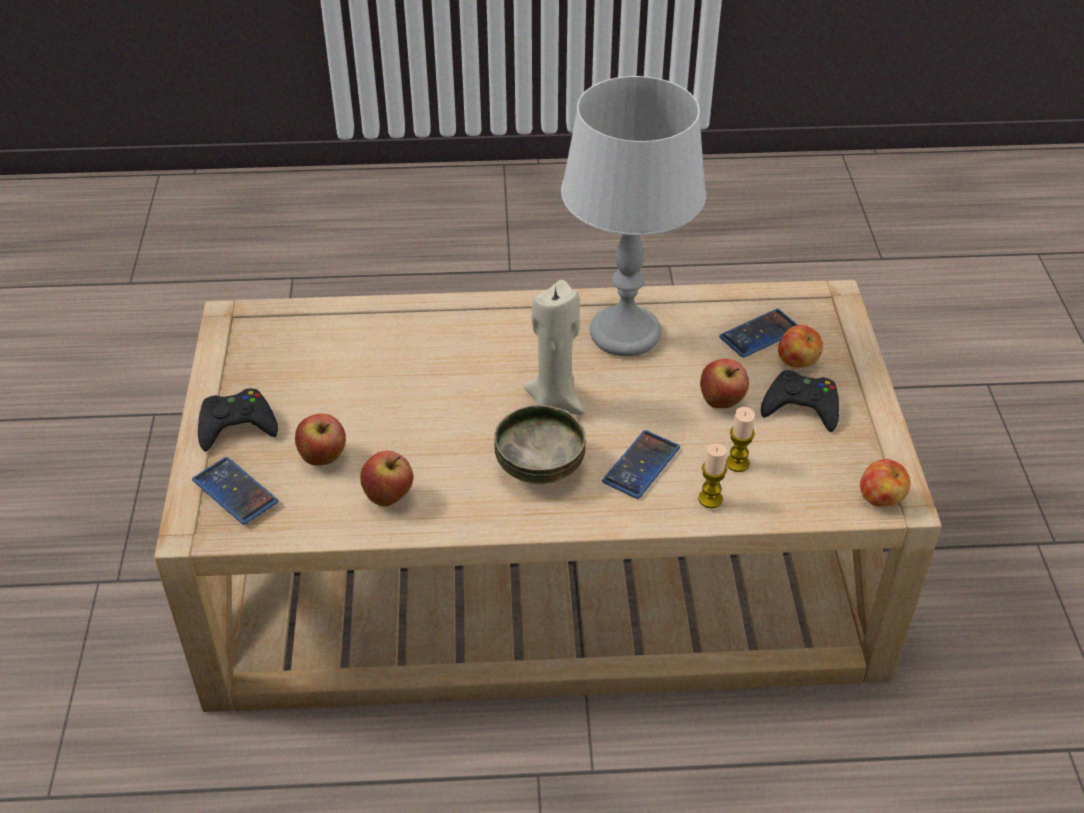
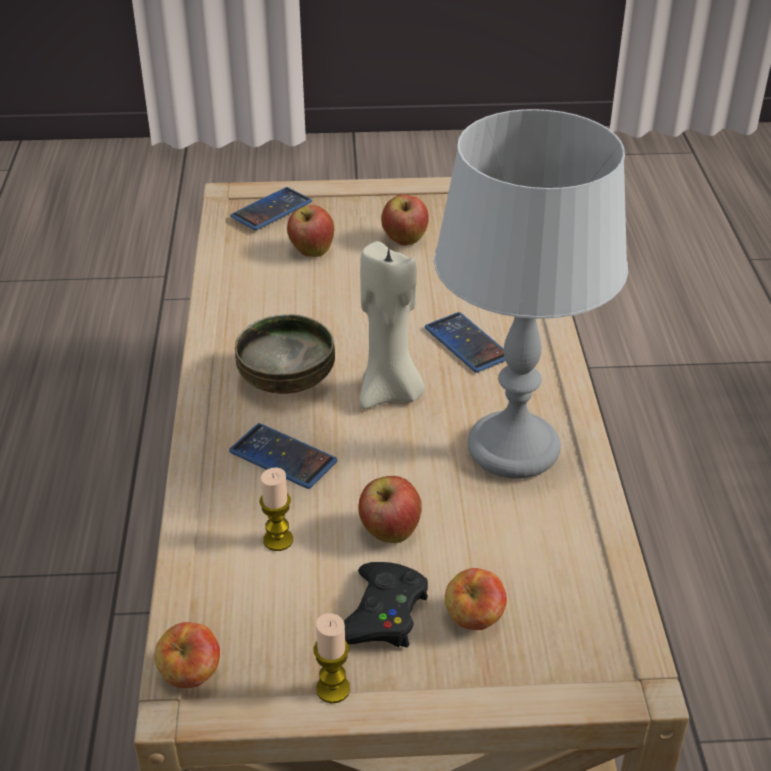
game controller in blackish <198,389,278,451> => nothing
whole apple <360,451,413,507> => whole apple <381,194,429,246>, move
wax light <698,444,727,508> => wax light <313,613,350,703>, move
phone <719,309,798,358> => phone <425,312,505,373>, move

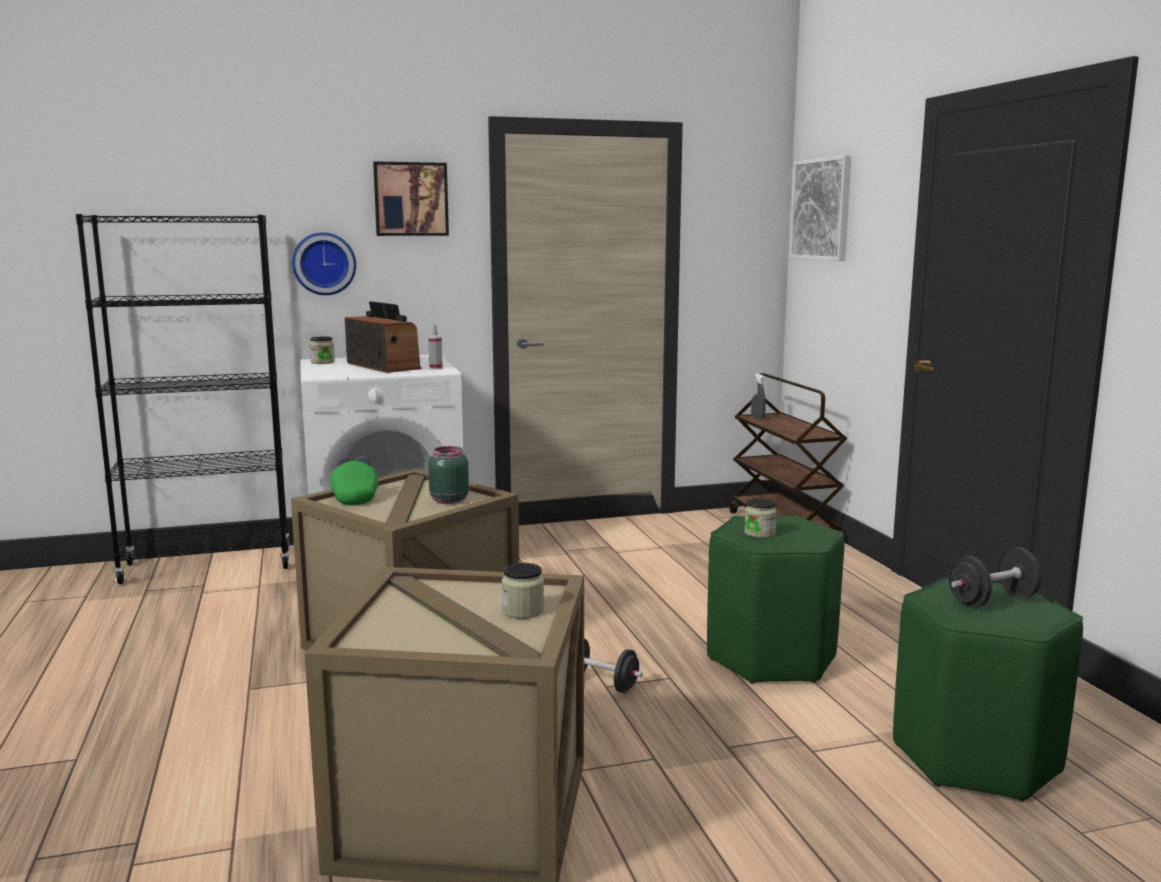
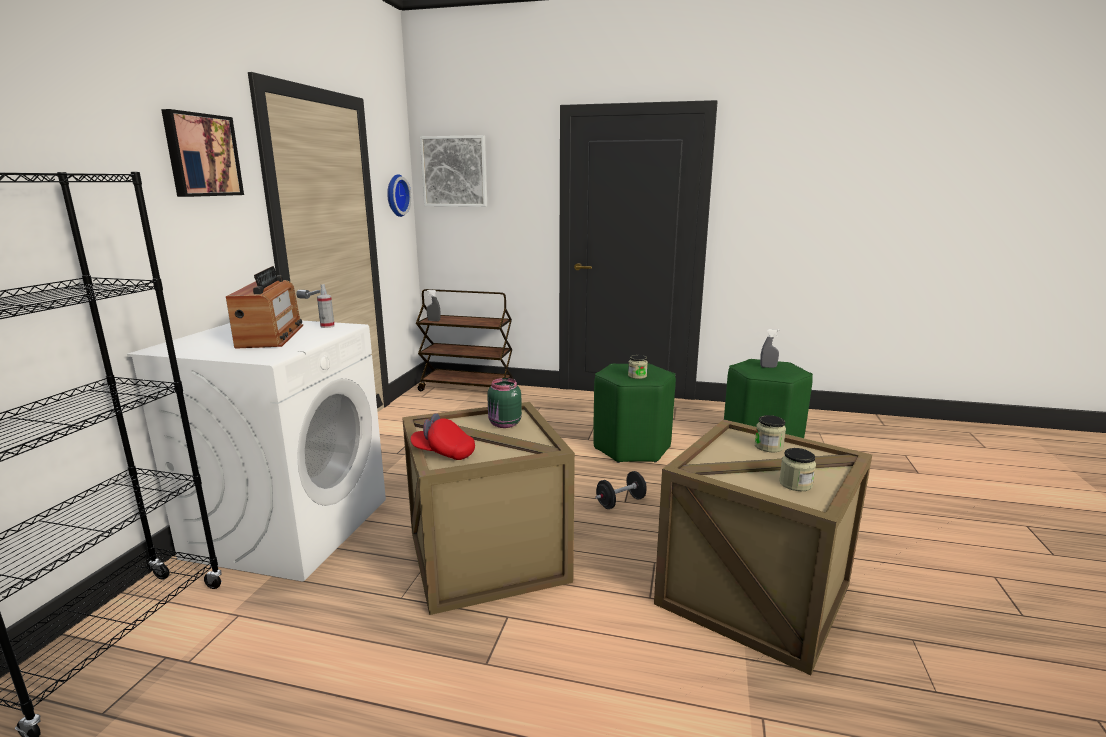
wall clock <292,232,356,295> => wall clock <387,174,412,217>, move
preserve jar <310,337,335,364> => preserve jar <779,448,816,491>, move
hand weight in blackish <948,547,1042,608> => hand sprayer in greyish <760,329,780,368>
cap in green <330,456,378,505> => cap in red <410,413,475,460>
radio receiver <345,301,422,373> => radio receiver <226,266,303,349>, 90 degrees clockwise

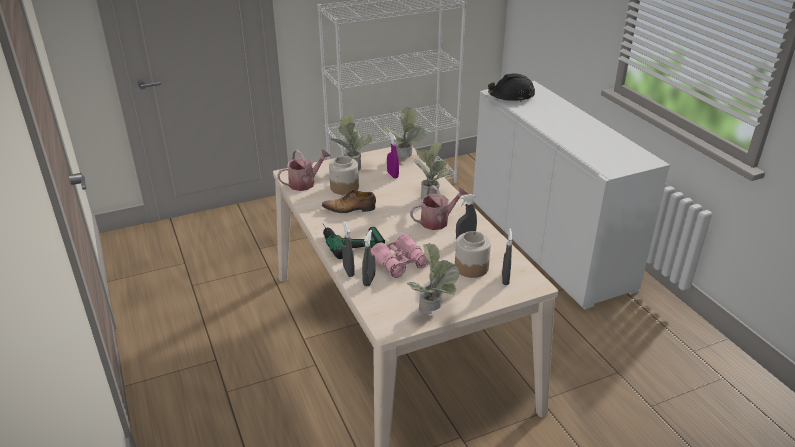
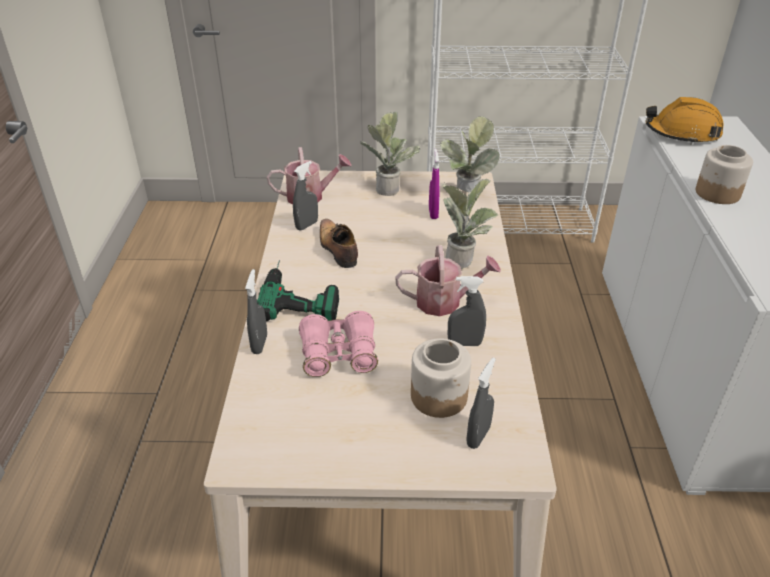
potted plant <407,243,460,315> => nothing
preserve jar <329,156,359,195> => preserve jar <696,145,753,204>, move
hand sprayer in greyish <362,230,375,287> => hand sprayer in greyish <293,161,318,231>, move
safety helmet in blackish <488,73,535,102> => safety helmet in orange <645,97,723,145>
low shoe <322,190,376,213> => low shoe <320,219,358,268>, 45 degrees clockwise

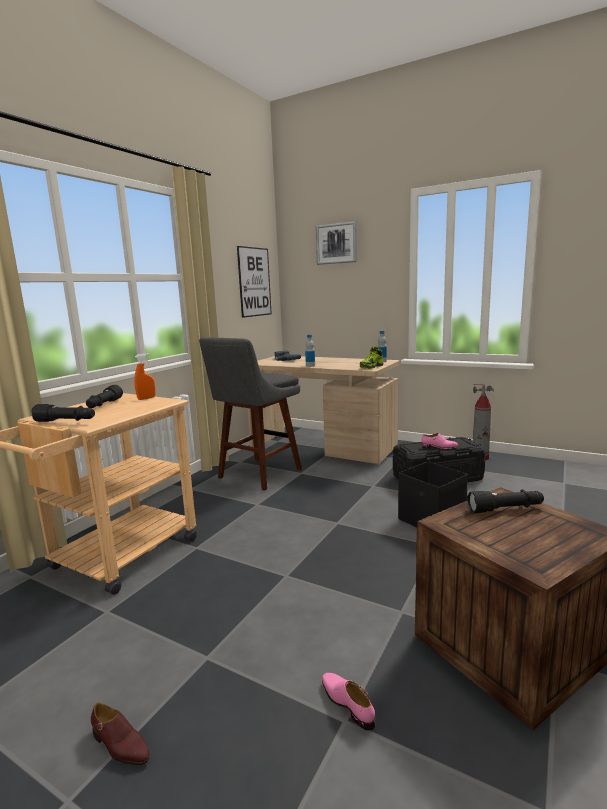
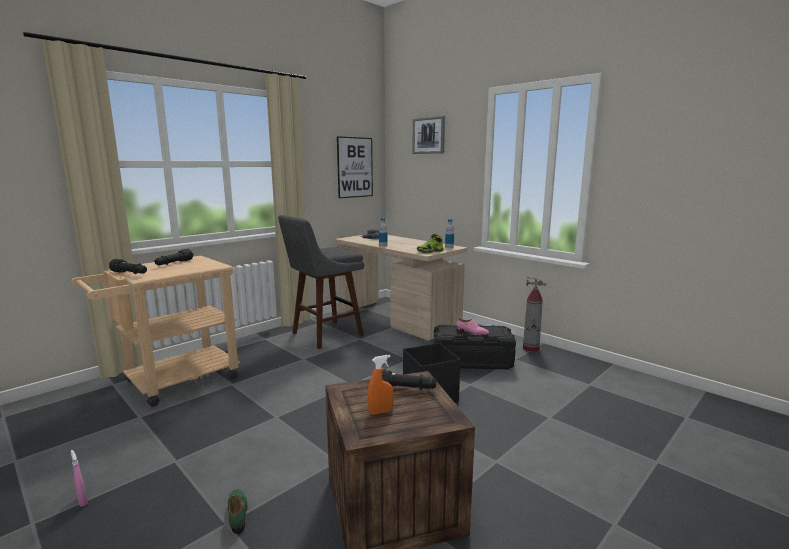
hand sprayer in orange <134,353,156,400> => hand sprayer in orange <368,355,394,415>, move
low shoe in brown-coloured <91,703,150,765> => hand sprayer in pinkish <71,450,88,507>
low shoe in pinkish <322,673,375,730> => low shoe in green <228,489,248,534>

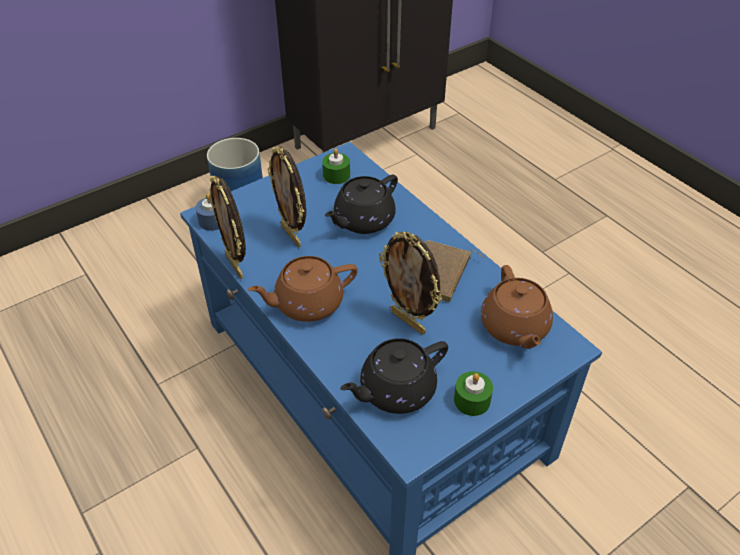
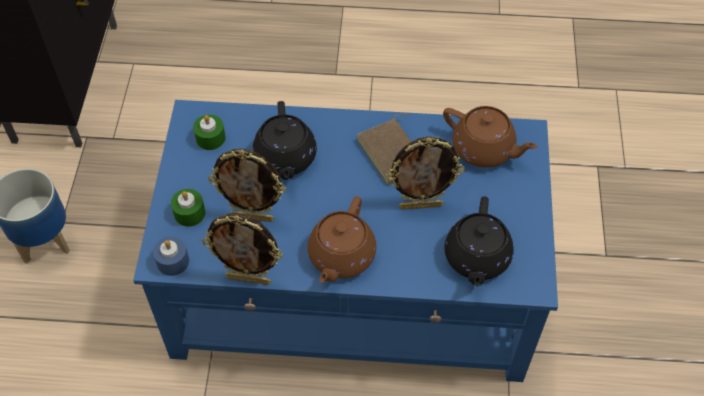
wax light in green <454,371,493,416> => wax light in green <171,189,205,227>, move

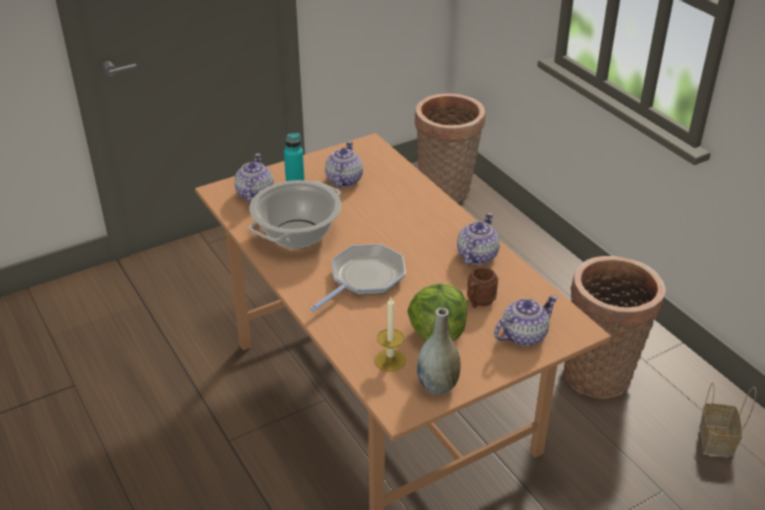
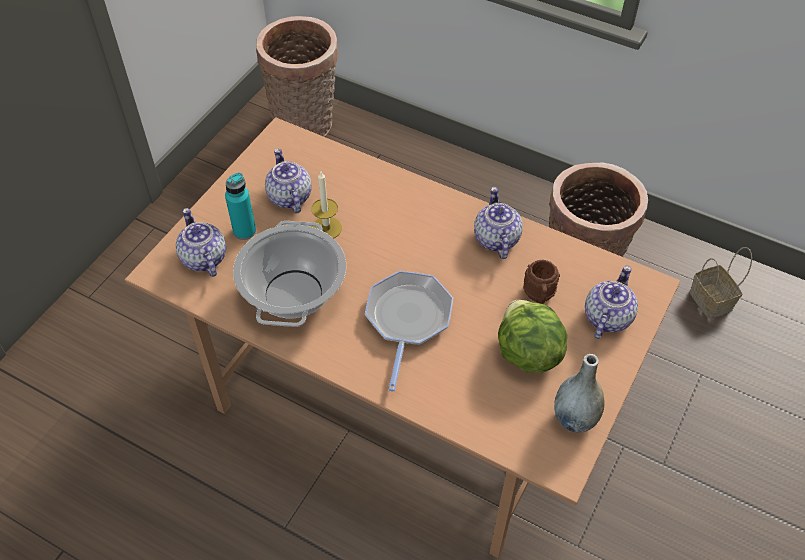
wax light <375,297,406,372> => wax light <311,172,342,238>, move

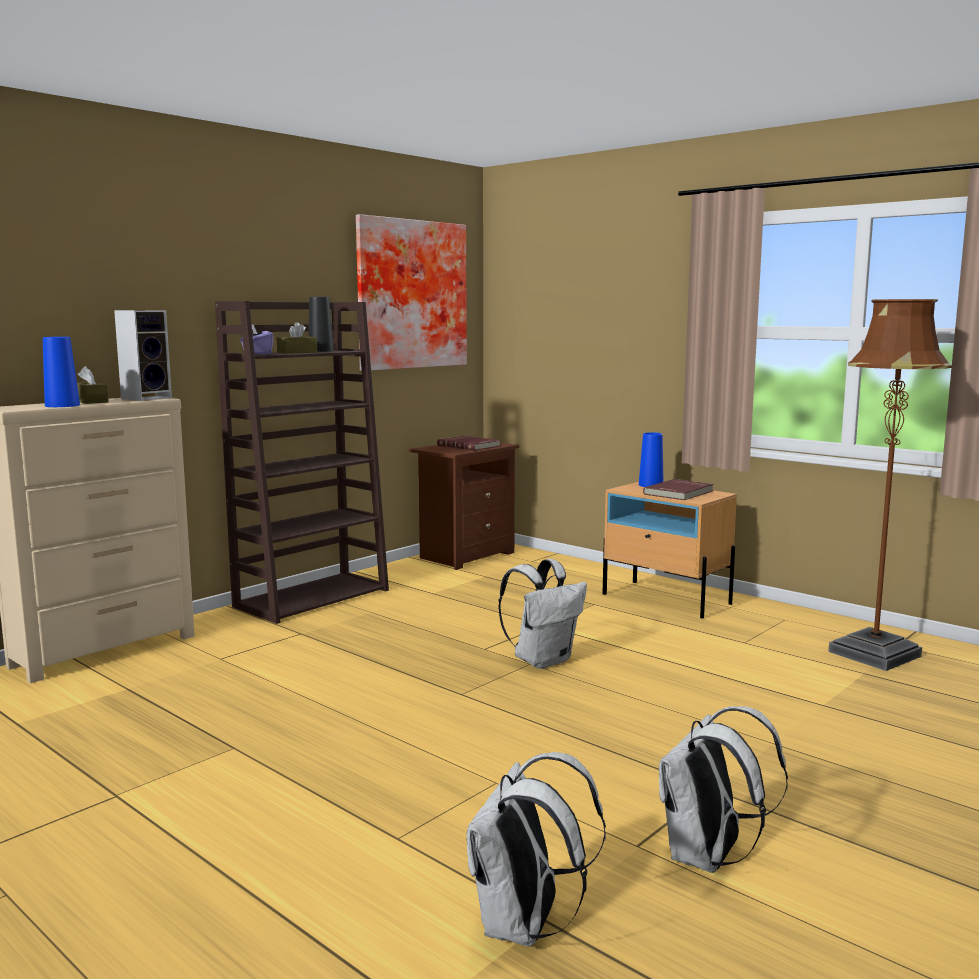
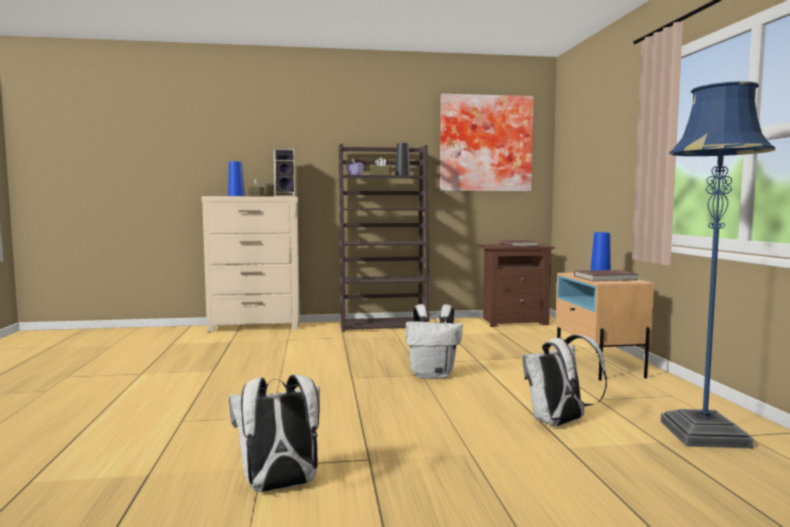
backpack in whitish <466,752,606,946> => backpack in whitish <522,335,607,427>, move
floor lamp in brown-coloured <828,299,952,671> => floor lamp in bluish <661,81,775,448>

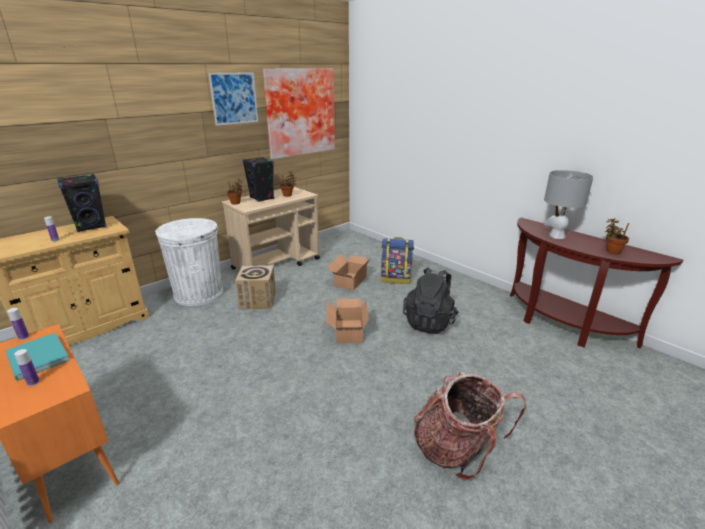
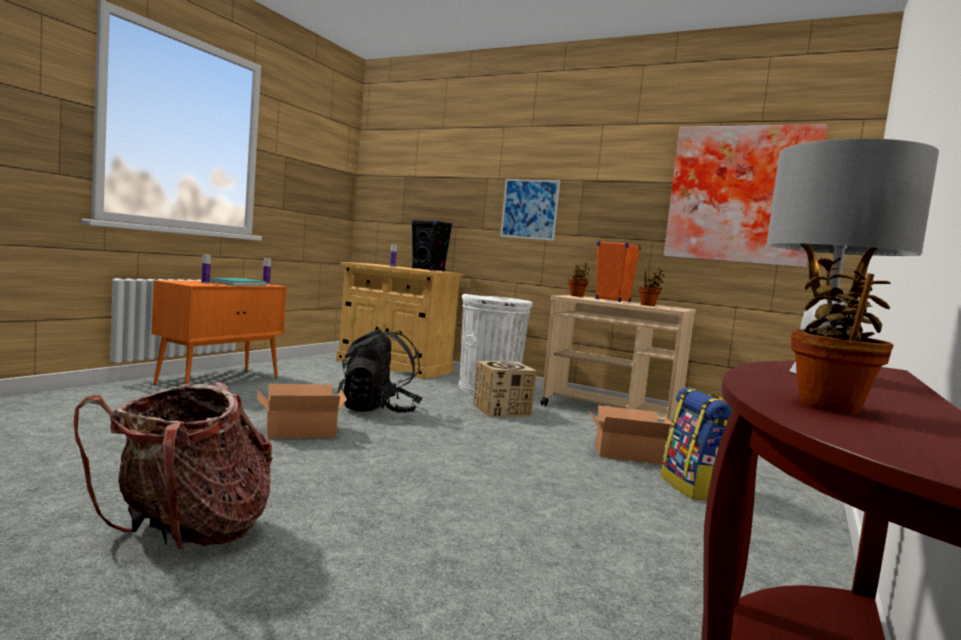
wall art <209,72,258,126> => wall art <500,179,560,241>, move
cardboard box <326,298,369,343> => cardboard box <258,384,347,439>, move
backpack in blackish <403,267,458,334> => backpack in blackish <338,329,423,413>, move
speaker in blackish <242,157,274,202> => speaker in orange <595,241,641,302>

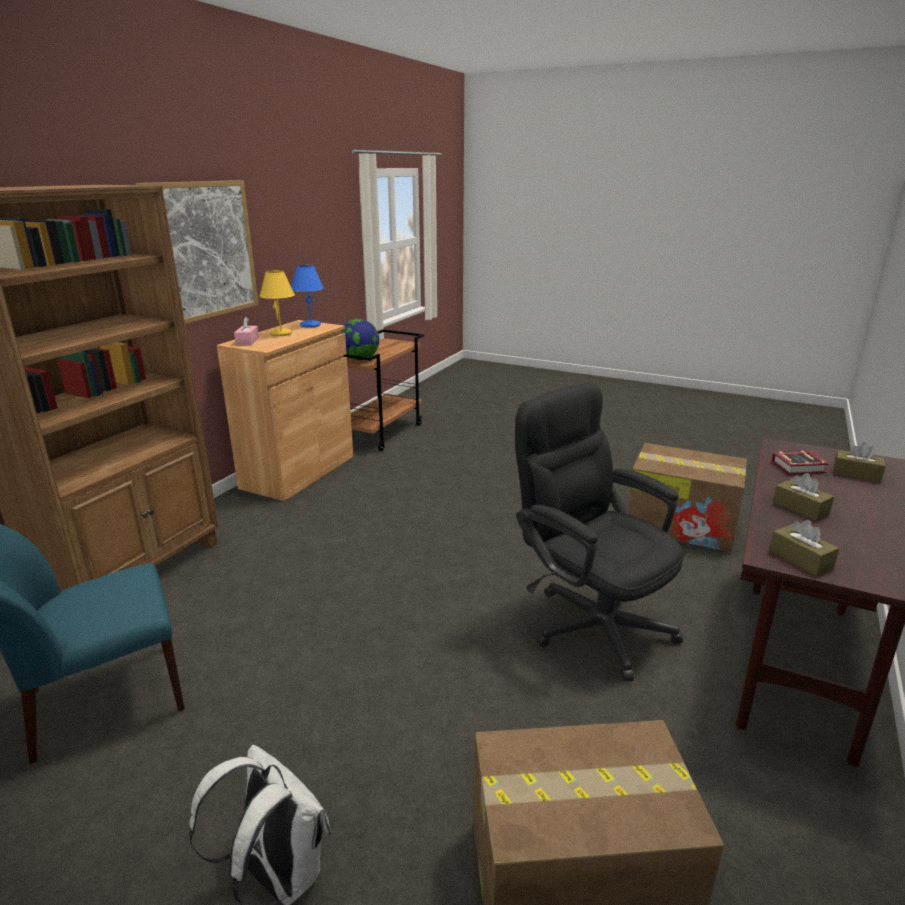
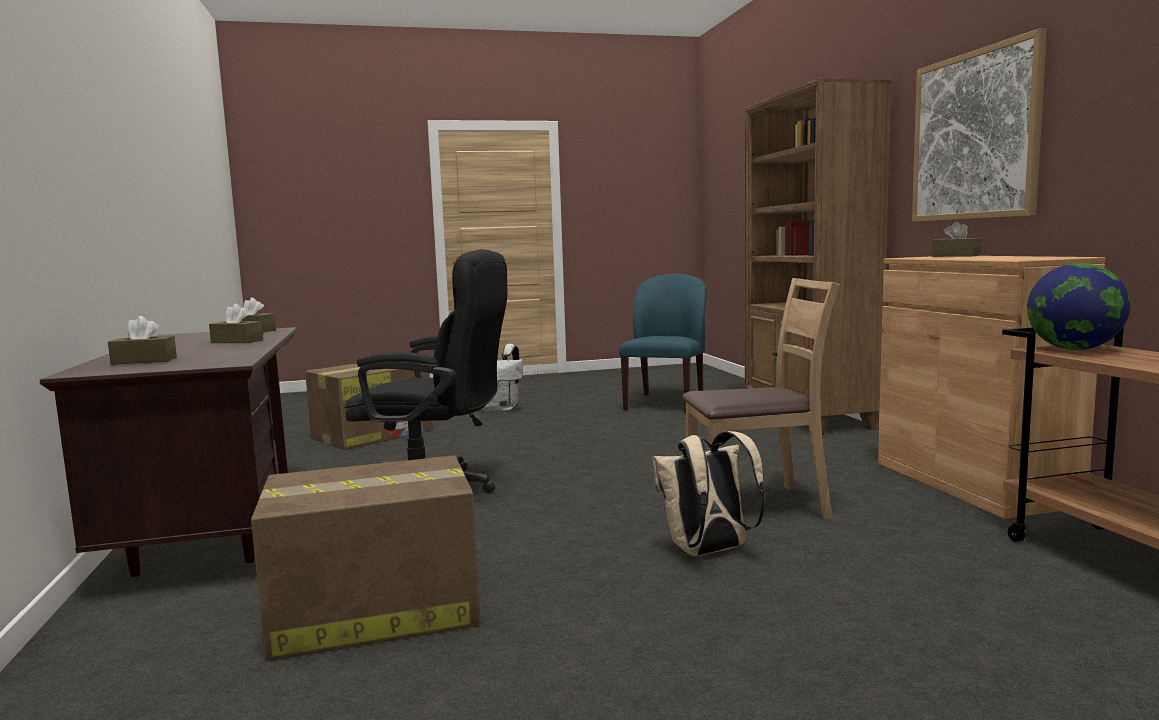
table lamp in yellow-coloured <259,270,295,336> => nothing
table lamp in bluish <291,265,324,328> => nothing
volume <771,451,829,475> => nothing
nothing => backpack in beige <652,431,765,556>
nothing => plain chair in brown-coloured <682,278,840,520>
tissue box in pinkish <234,317,259,345> => tissue box in brown-coloured <932,222,982,257>

